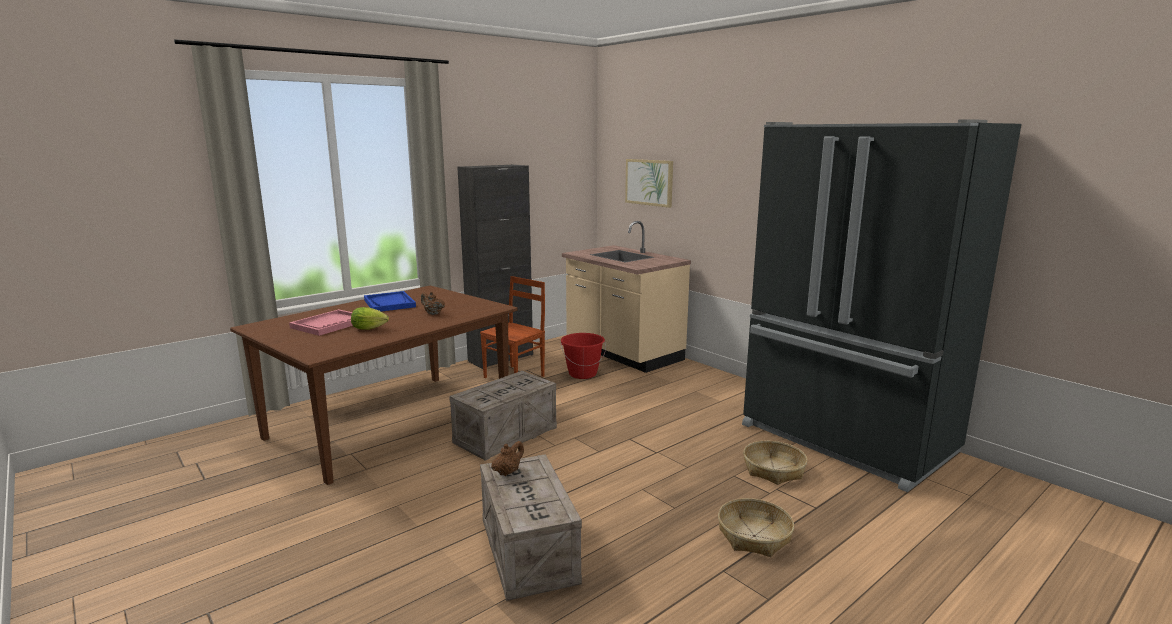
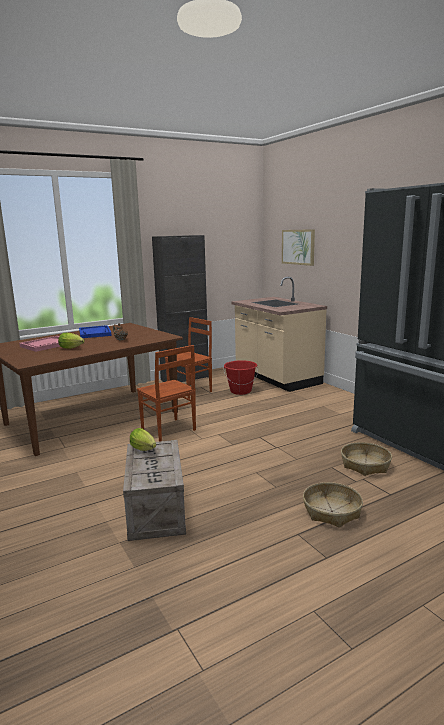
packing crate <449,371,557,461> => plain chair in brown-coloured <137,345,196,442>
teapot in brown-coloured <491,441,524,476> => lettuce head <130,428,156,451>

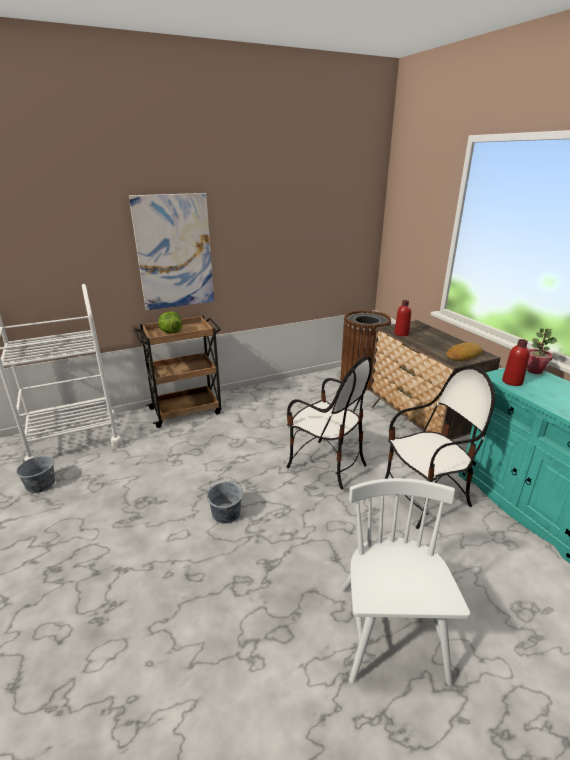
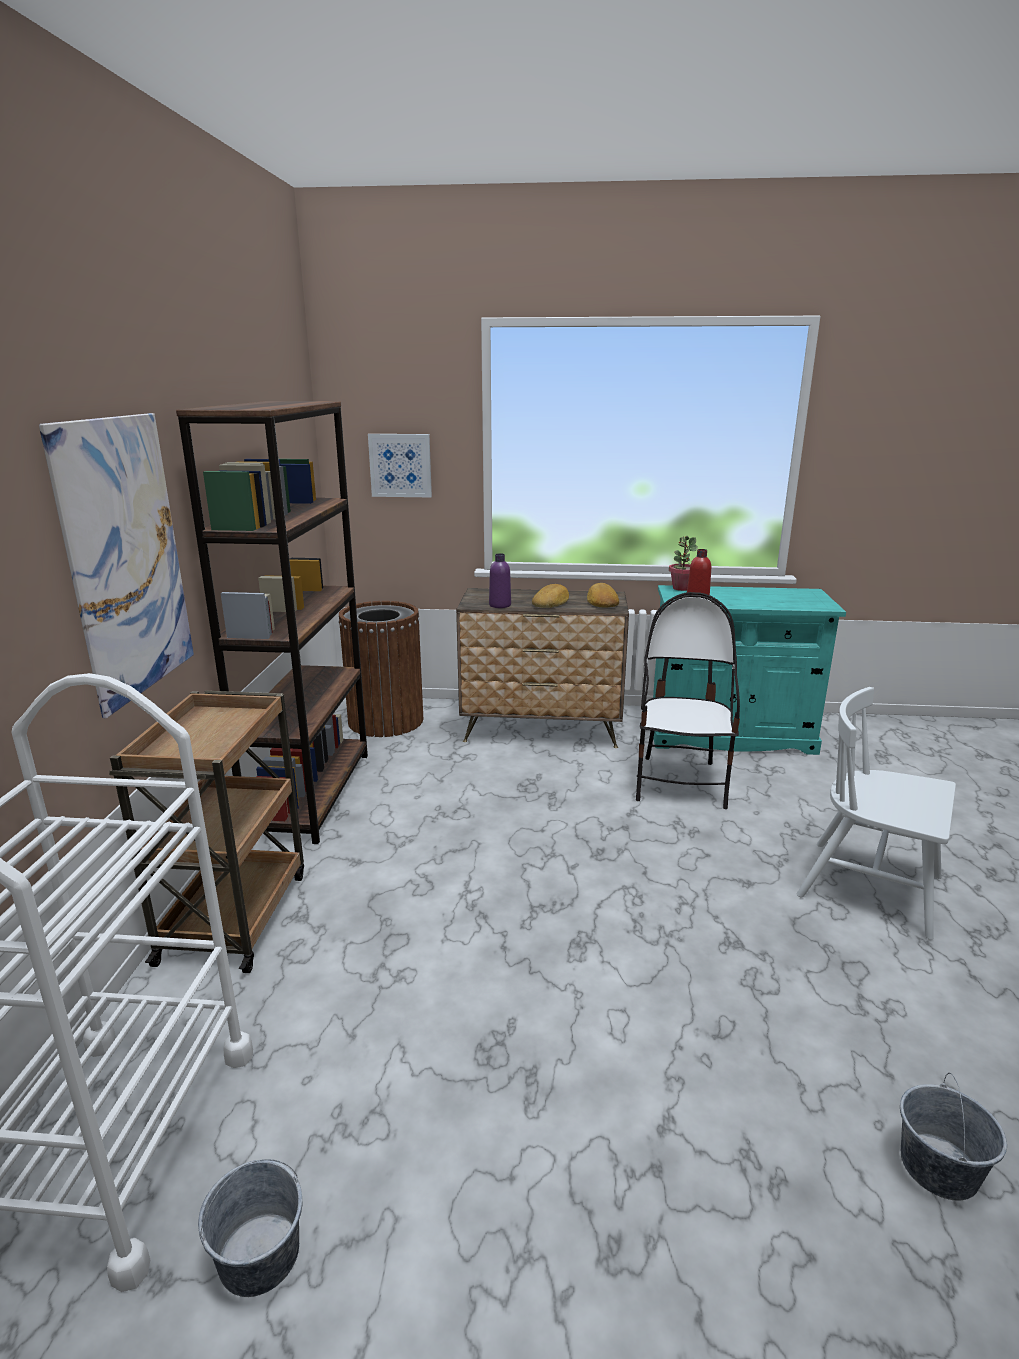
lettuce head <158,311,182,333> => nothing
plain chair <287,356,372,490> => nothing
nothing => bookcase in brown-coloured <176,401,368,844>
nothing => wall art <368,434,432,497>
nothing => bread <532,584,569,608>
bucket in greyish <207,477,243,524> => bucket in greyish <900,1073,1007,1200>, move
beverage bottle in red <394,300,411,336> => beverage bottle in purple <489,553,511,608>

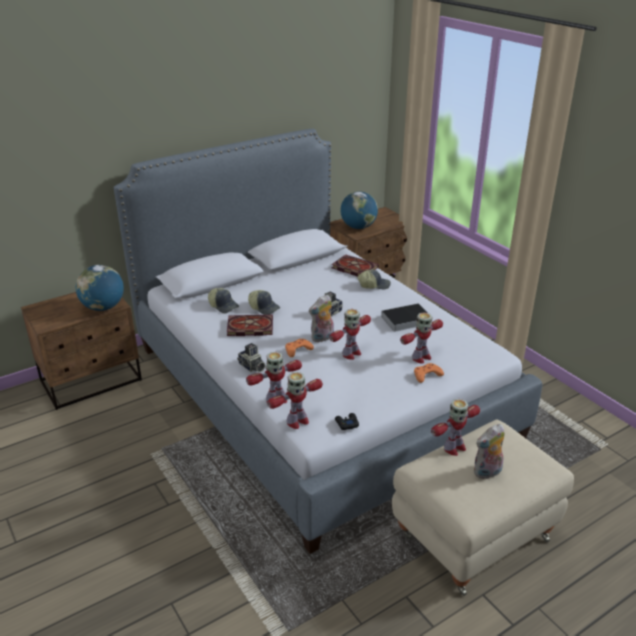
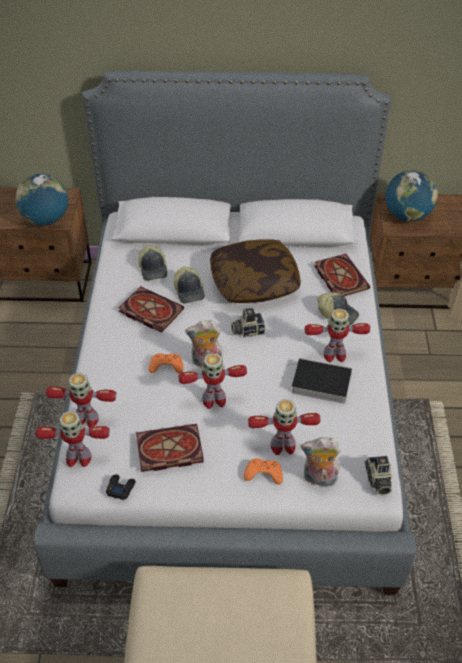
nothing => volume <136,424,204,472>
nothing => throw pillow <210,239,301,303>
still camera <237,343,265,372> => still camera <365,456,392,495>, move
toy robot <431,399,480,456> => toy robot <305,308,370,362>, move
soft toy <474,424,505,479> => soft toy <301,437,341,487>, move

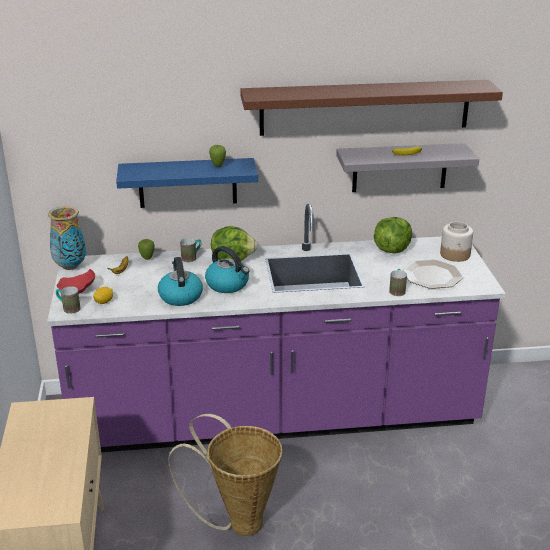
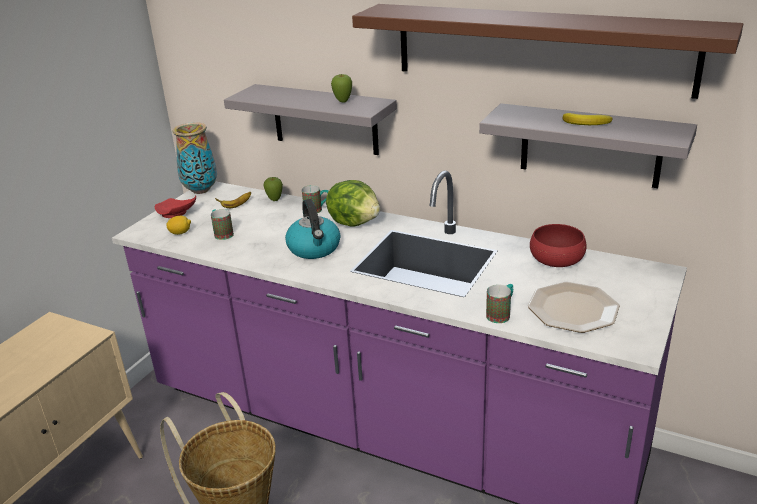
tea kettle <158,257,203,306> => nothing
preserve jar <440,221,473,262> => nothing
tea mug <56,286,81,314> => tea mug <211,209,234,240>, move
lettuce head <374,217,412,254> => bowl in red <530,224,587,267>
bracket shelf in bluish <116,158,258,208> => bracket shelf in greyish <224,84,397,155>

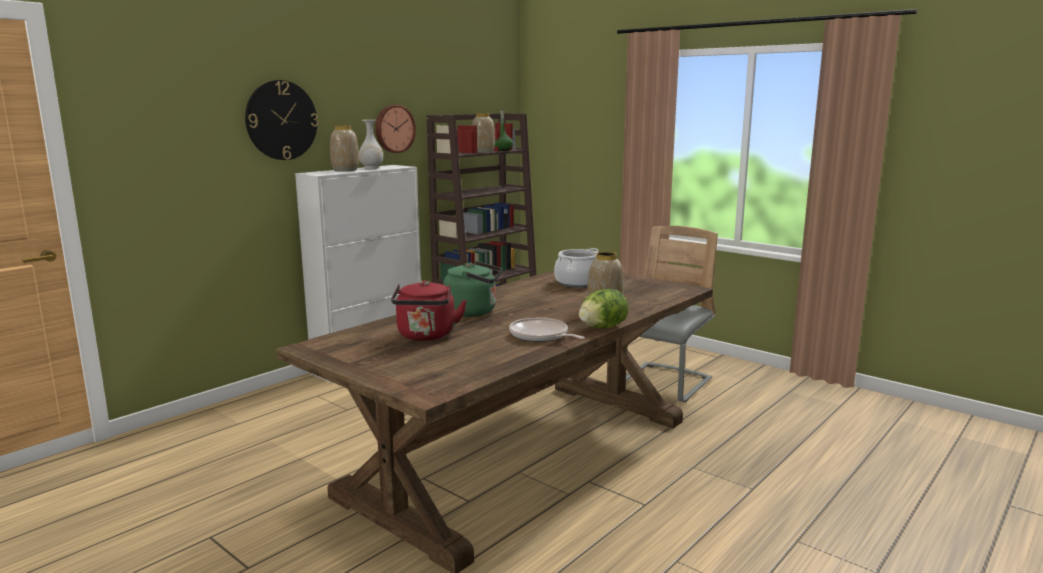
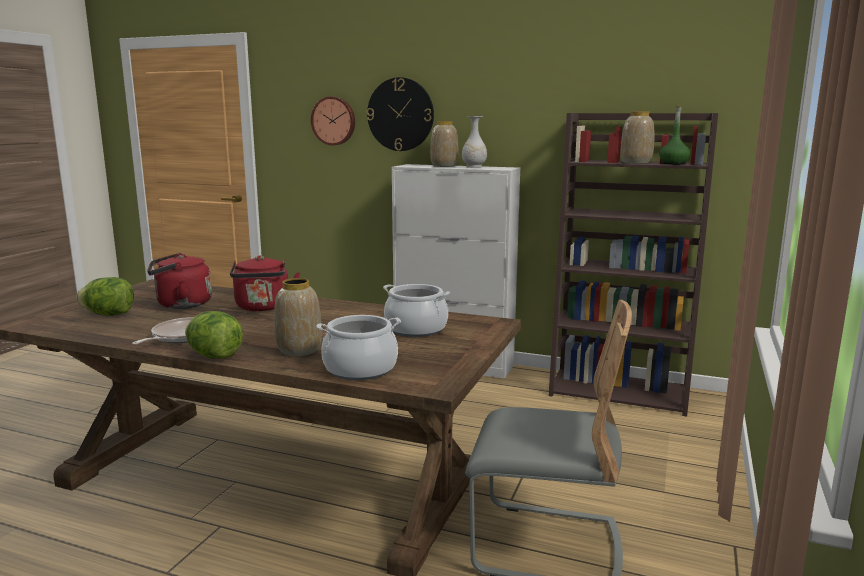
nothing => lettuce head <76,277,134,316>
nothing => saucepot <317,315,401,380>
wall clock <375,105,416,153> => wall clock <311,96,355,145>, move
tea kettle in green <443,261,503,317> => tea kettle in red <230,255,300,311>

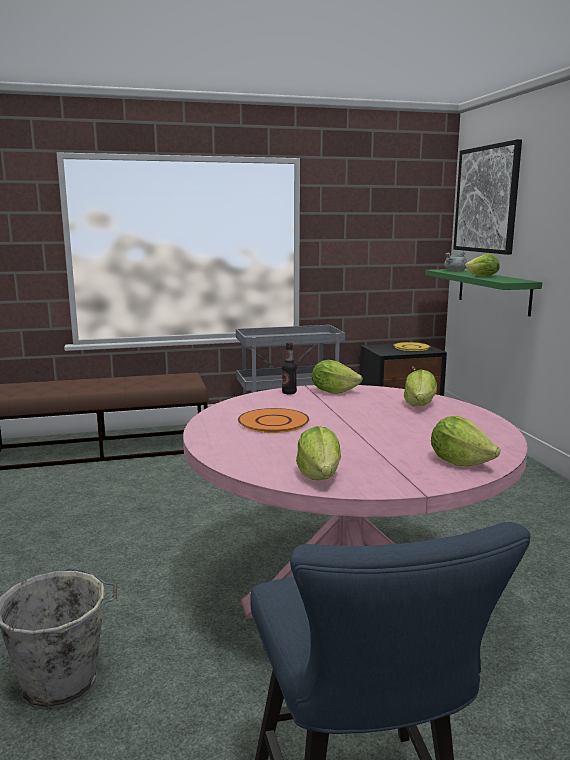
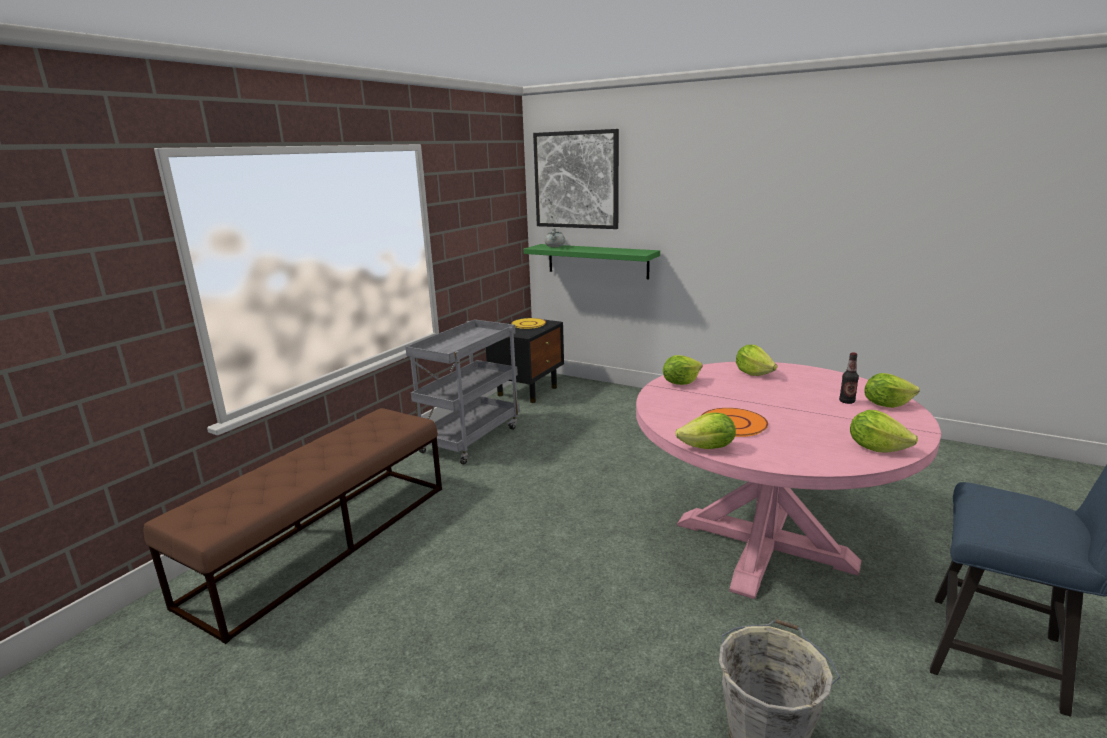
beverage bottle <282,342,297,395> => beverage bottle <839,352,859,404>, move
lettuce head <465,254,499,276> => lettuce head <675,412,736,449>, move

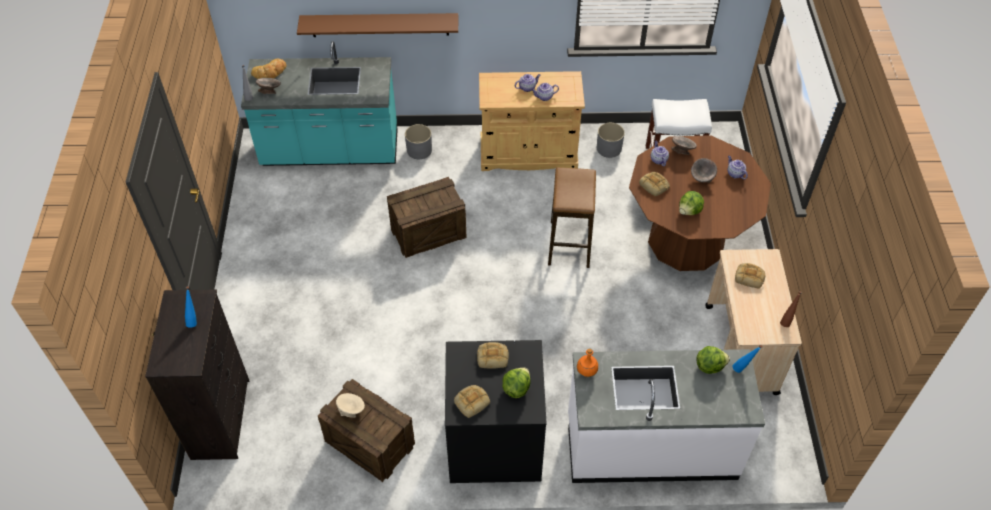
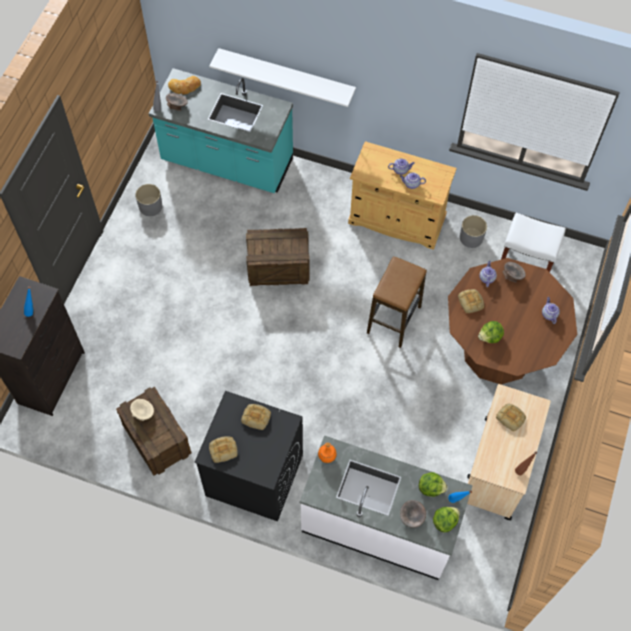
plant pot in greyish <405,124,432,159> => plant pot in greyish <135,184,162,216>, move
lettuce head <502,368,531,398> => lettuce head <433,507,460,532>, move
bowl in greyish <691,158,717,183> => bowl in greyish <400,500,426,528>, move
bracket shelf in brown-coloured <297,13,458,37> => bracket shelf in whitish <209,48,356,107>

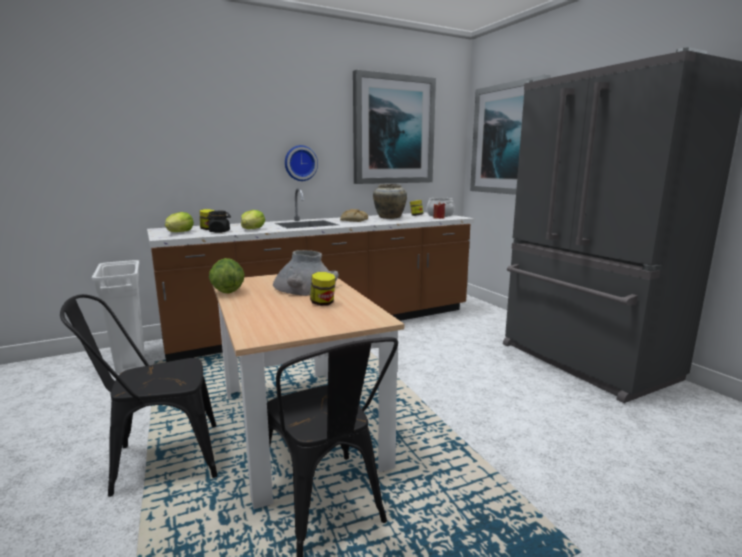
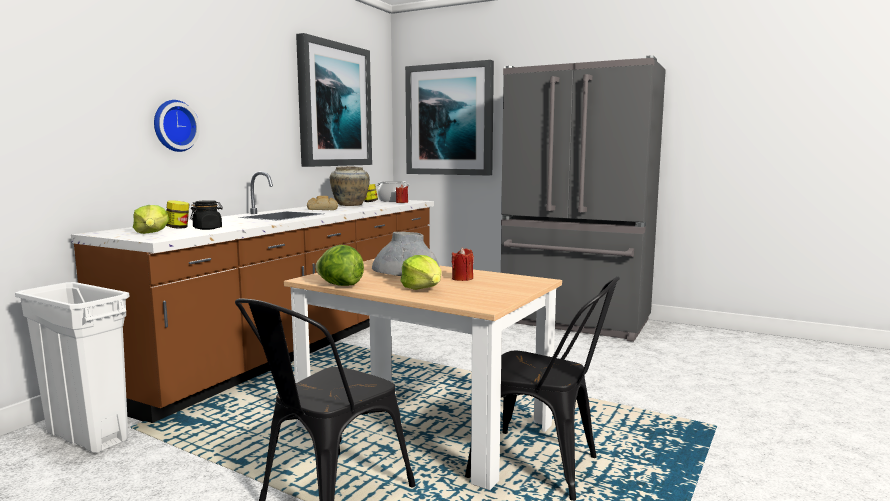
lettuce head <241,210,265,229> => lettuce head <400,255,441,290>, move
wall clock <285,145,318,181> => wall clock <154,100,200,152>, move
preserve jar <310,272,336,306> => wax light in red <452,248,474,281>

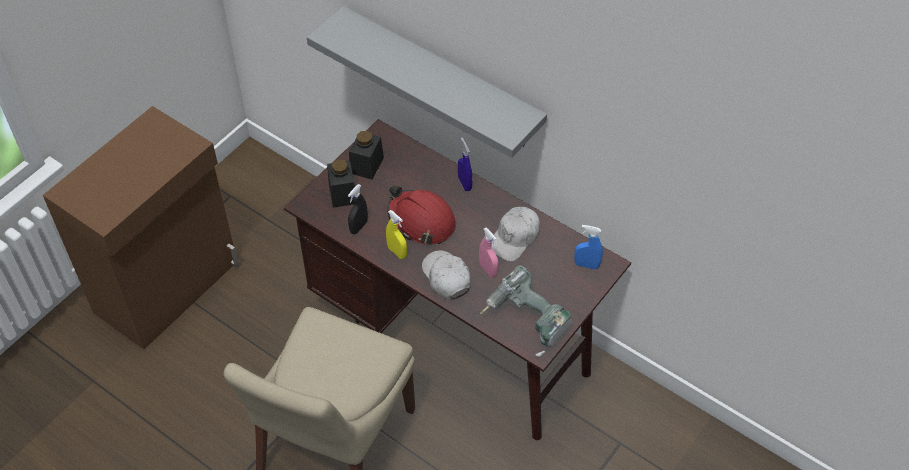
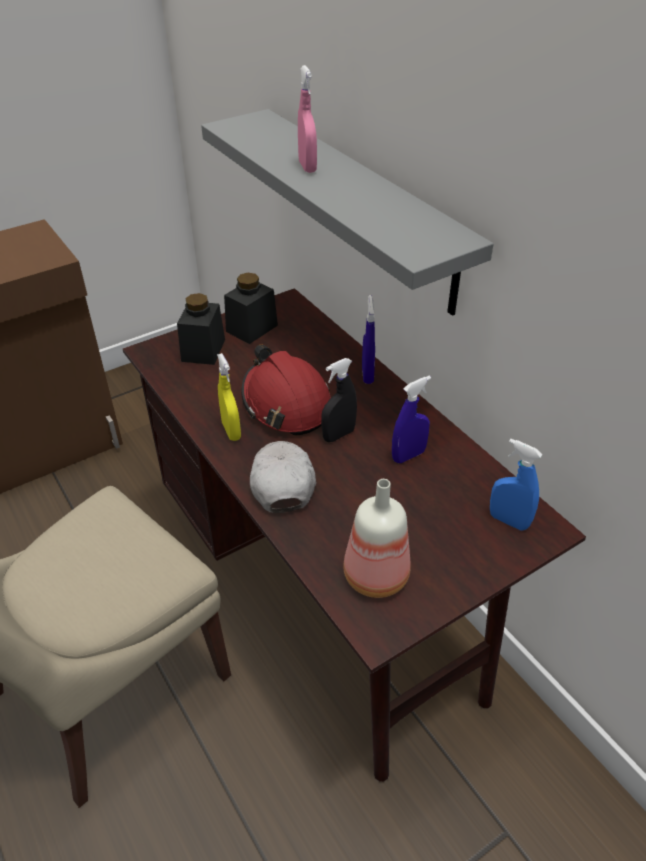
hand sprayer in blackish <348,184,368,234> => hand sprayer in blackish <321,358,357,442>, move
hand sprayer in pinkish <479,228,499,278> => hand sprayer in pinkish <298,65,317,173>, move
drill <480,265,572,357> => beverage bottle <343,479,411,598>
cap in whitish <491,207,540,261> => hand sprayer in bluish <392,376,431,463>

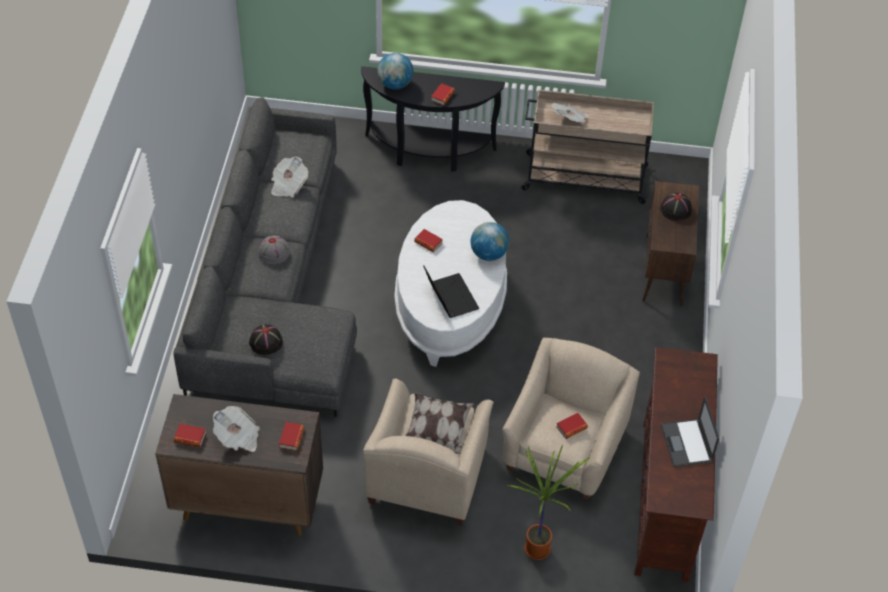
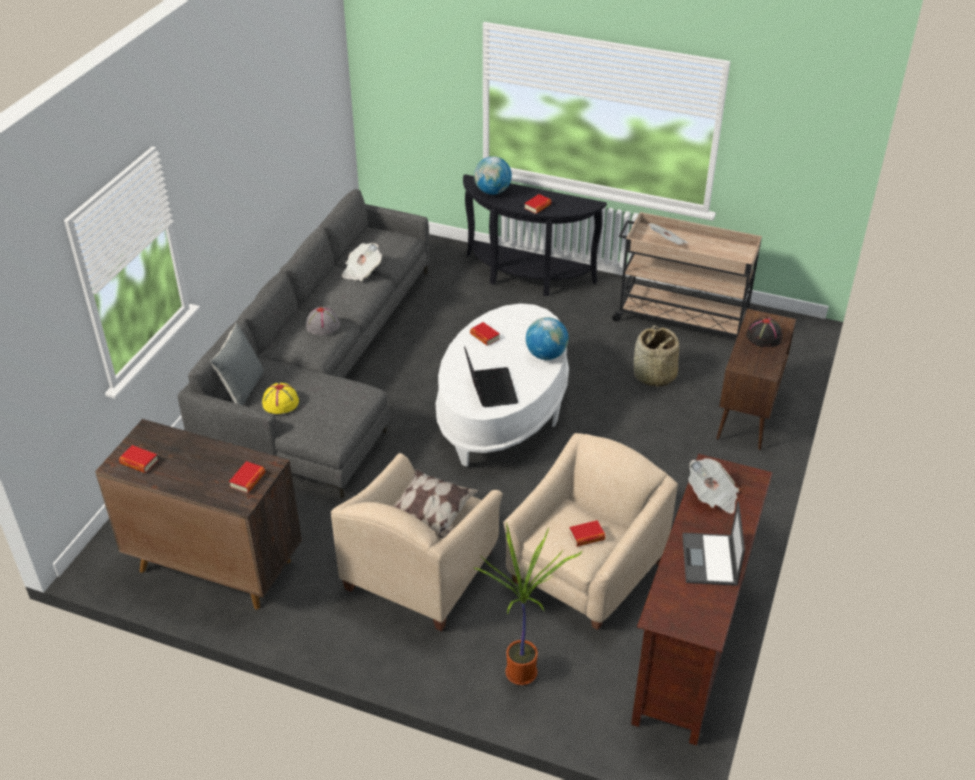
nothing => throw pillow in greyish <210,323,264,405>
nothing => storage basket <634,325,679,387>
newspaper <213,406,260,452> => newspaper <688,458,739,514>, move
hat in blackish <249,324,283,355> => hat in yellow-coloured <262,383,299,414>

